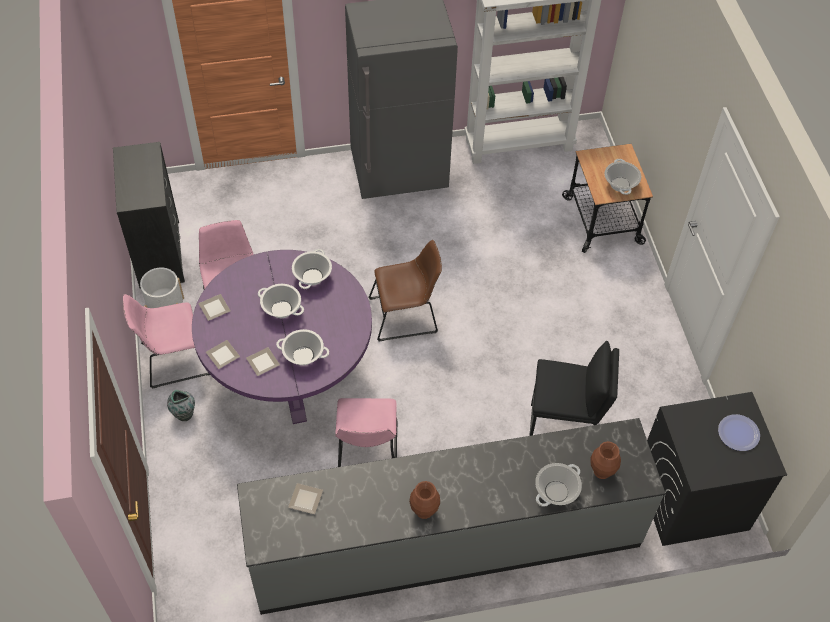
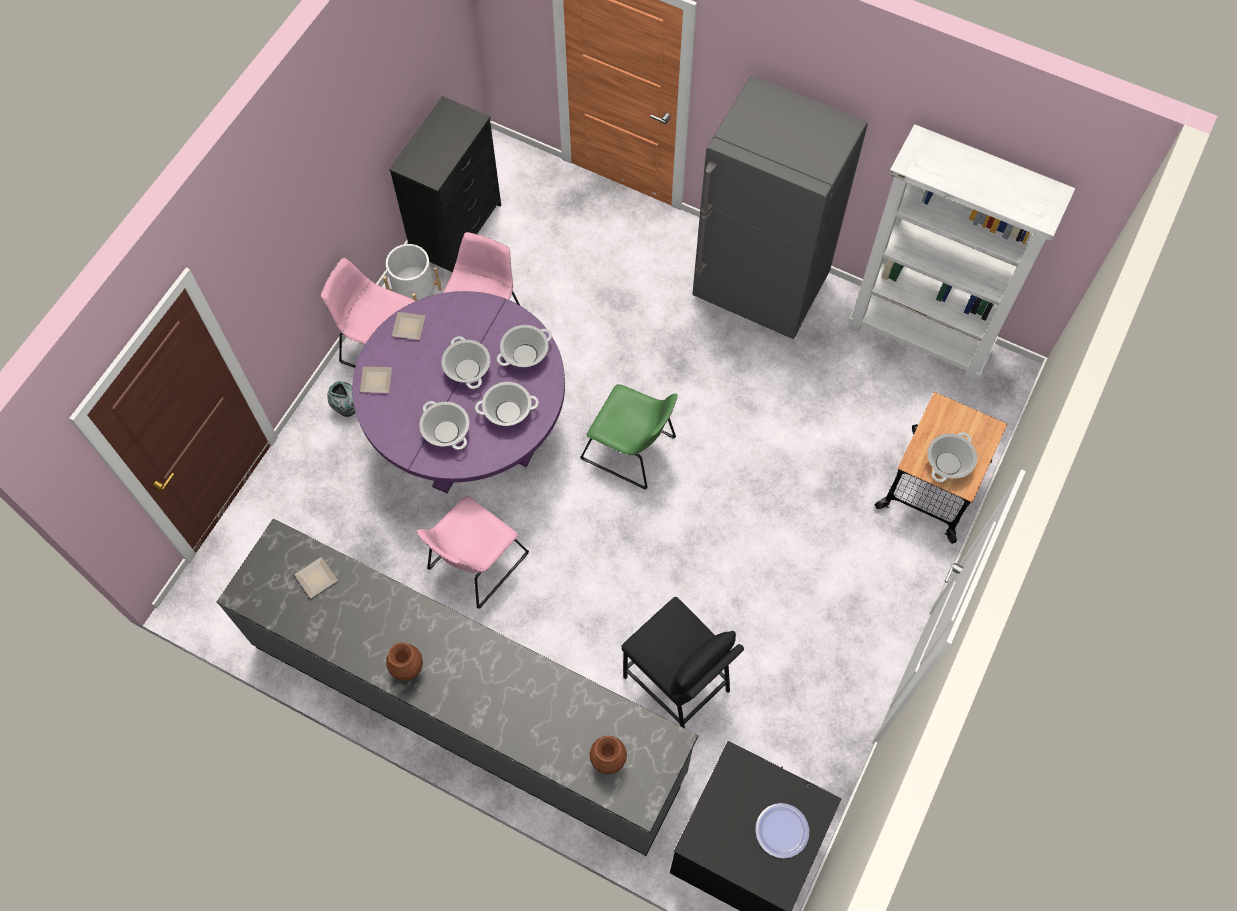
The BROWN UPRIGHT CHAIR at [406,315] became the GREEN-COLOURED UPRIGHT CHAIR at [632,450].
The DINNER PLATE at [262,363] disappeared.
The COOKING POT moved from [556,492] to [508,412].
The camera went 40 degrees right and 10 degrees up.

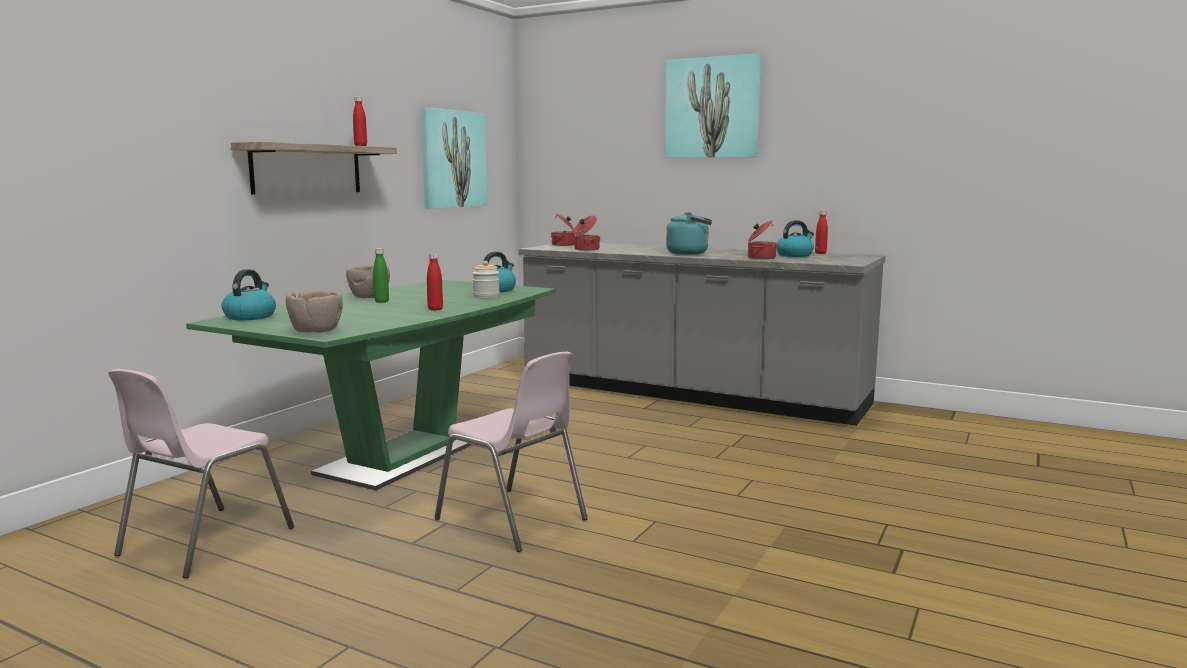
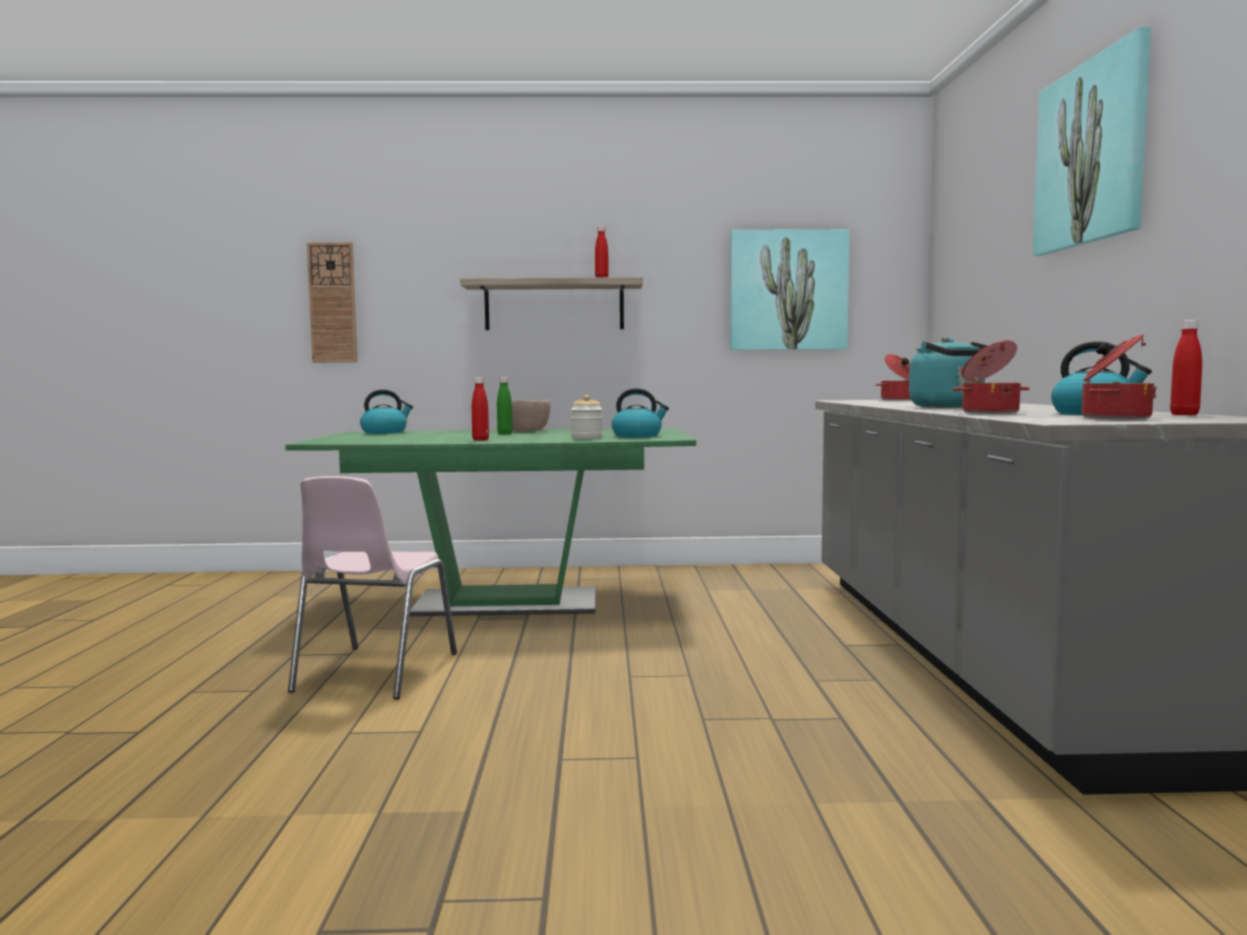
The COOKING POT moved from [586,249] to [1113,418].
The BROWN SERVING BOWL at [316,331] disappeared.
The PINK UPRIGHT CHAIR at [203,542] disappeared.
The WALL CLOCK at [332,303] appeared.
The camera went 60 degrees right and 5 degrees down.

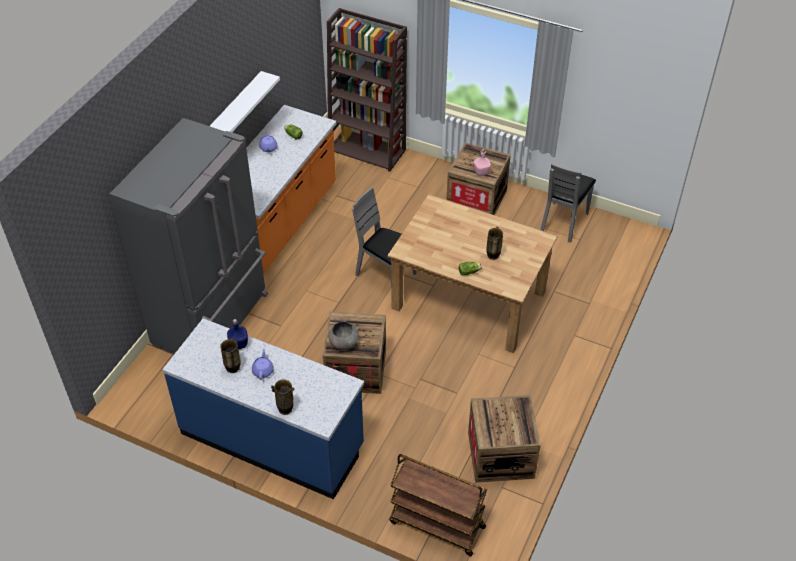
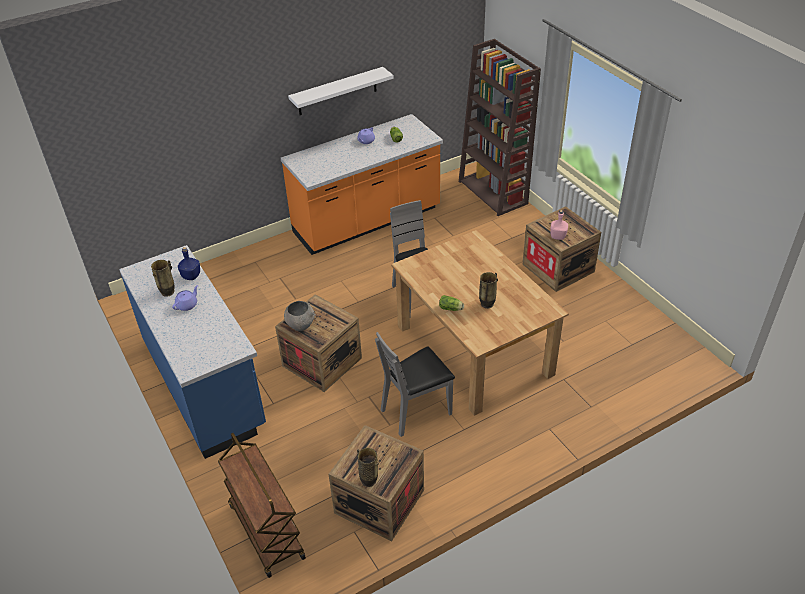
The GREY REFRIGERATOR at [213,320] disappeared.
The GREY UPRIGHT CHAIR moved from [563,222] to [416,411].
The FLOWER VASE moved from [285,409] to [369,480].
The camera went 35 degrees right and 5 degrees down.

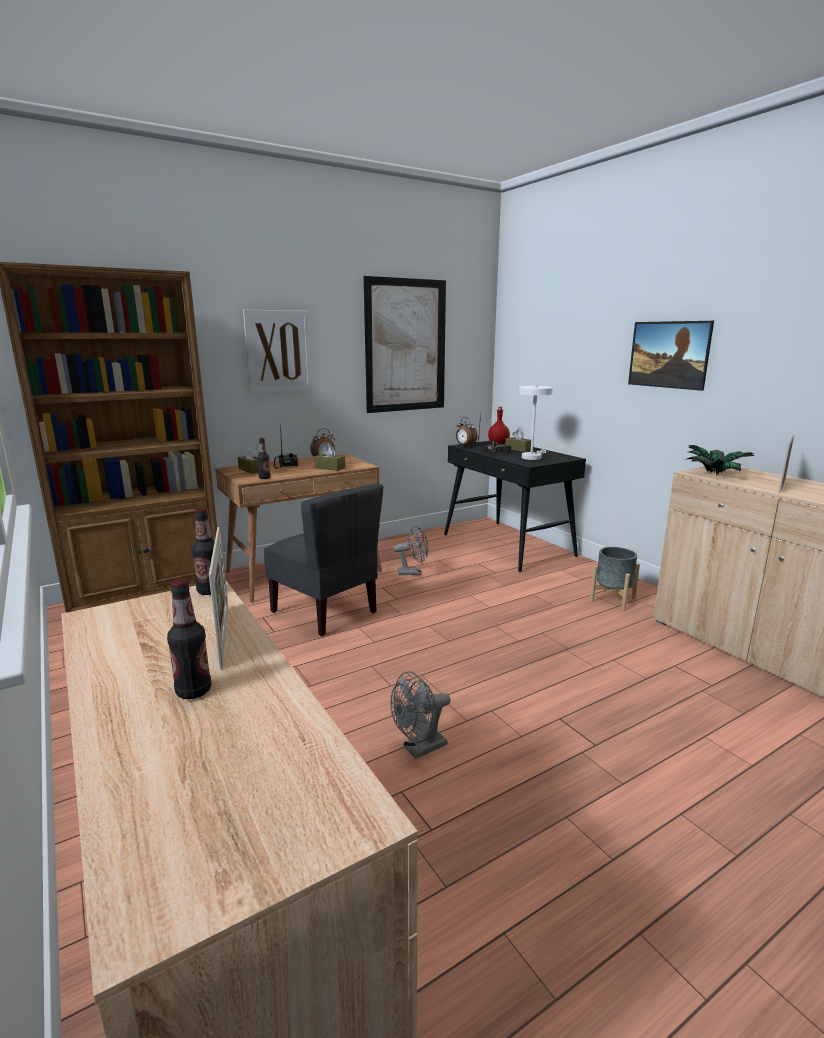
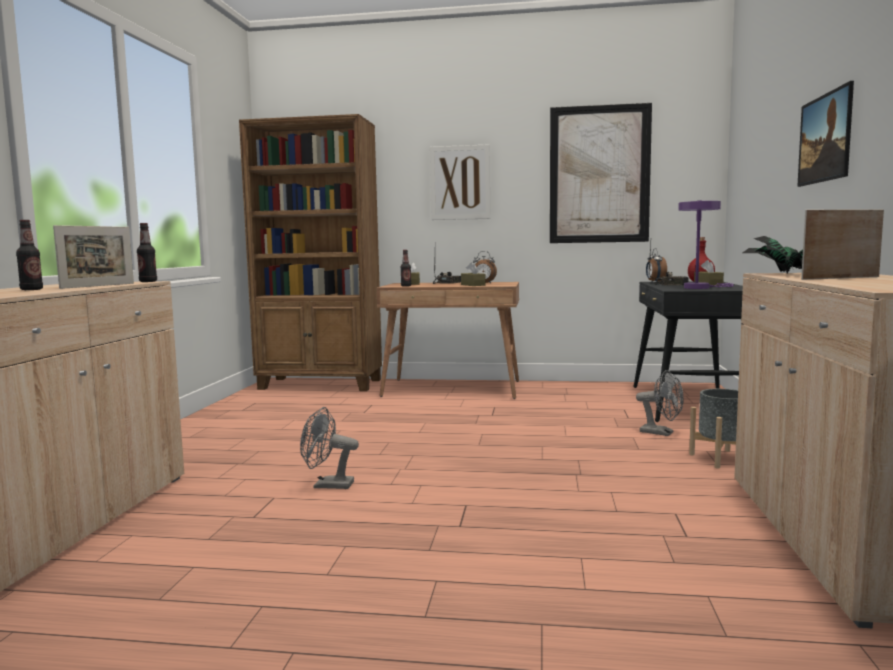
The WHITISH TABLETOP LAMP at [532,457] became the PURPLE-COLOURED TABLETOP LAMP at [700,287].
The GREY UPRIGHT CHAIR at [325,611] disappeared.
The GREY ELECTRIC FAN moved from [413,572] to [661,433].
The camera went 40 degrees right and 10 degrees down.

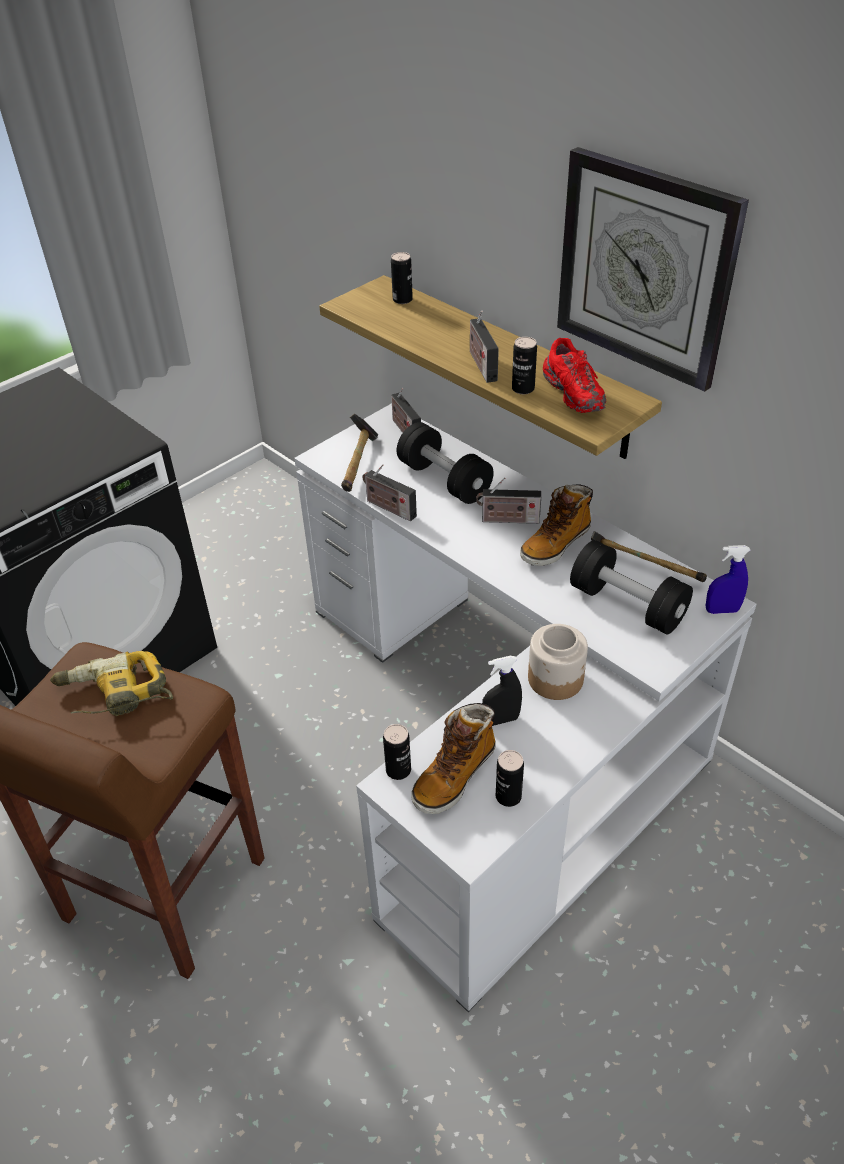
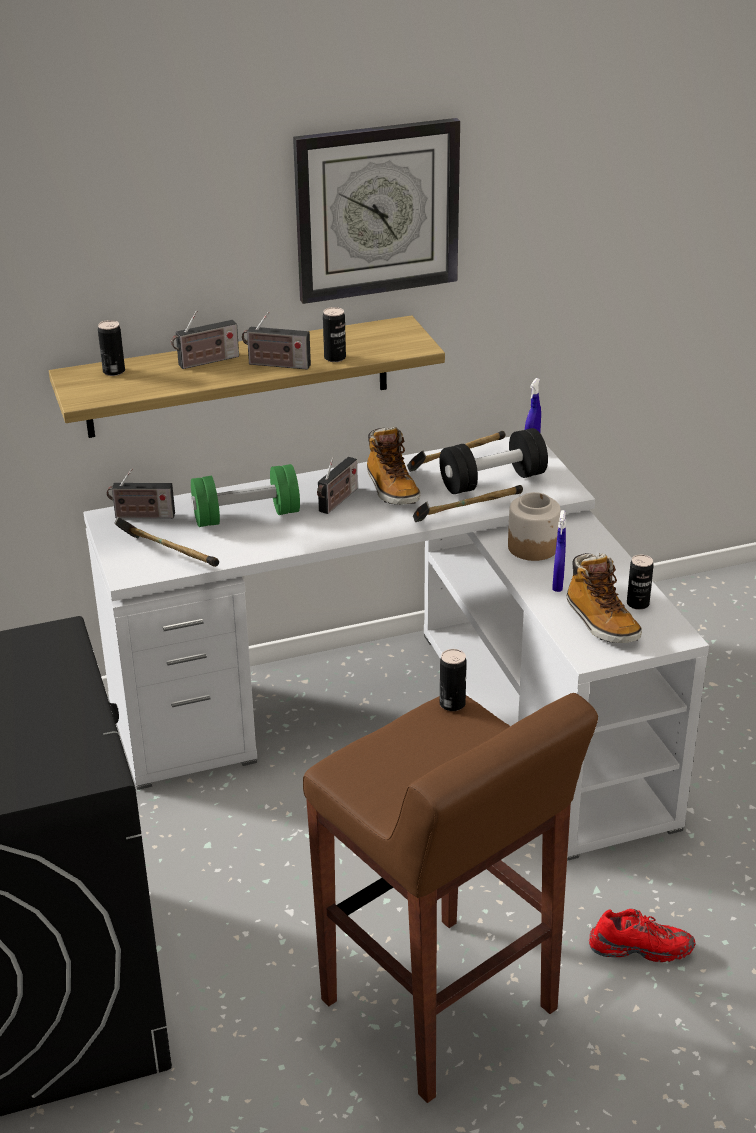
The REDDISH ITEM OF FOOTWEAR moved from [573,394] to [639,949].
The BLACKISH HAND WEIGHT at [444,480] became the GREEN-COLOURED HAND WEIGHT at [246,516].
The RADIO RECEIVER moved from [388,508] to [206,362].
The DRILL at [114,695] disappeared.
The BLACKISH SPRAYER at [501,720] became the BLUE SPRAYER at [558,584].
The CAN moved from [398,770] to [452,704].
The HAMMER at [465,514] appeared.
The camera went 65 degrees left and 10 degrees down.

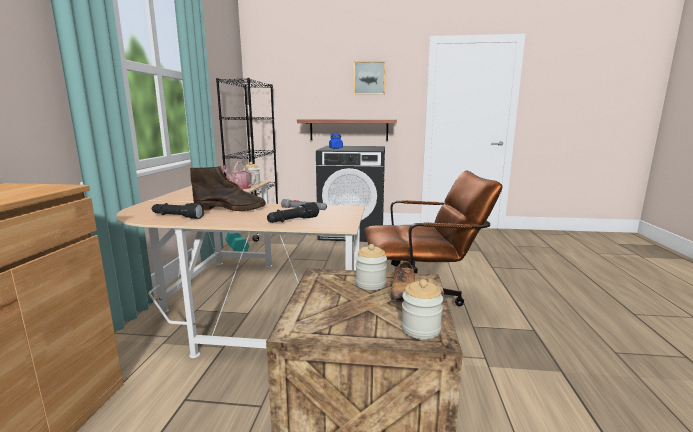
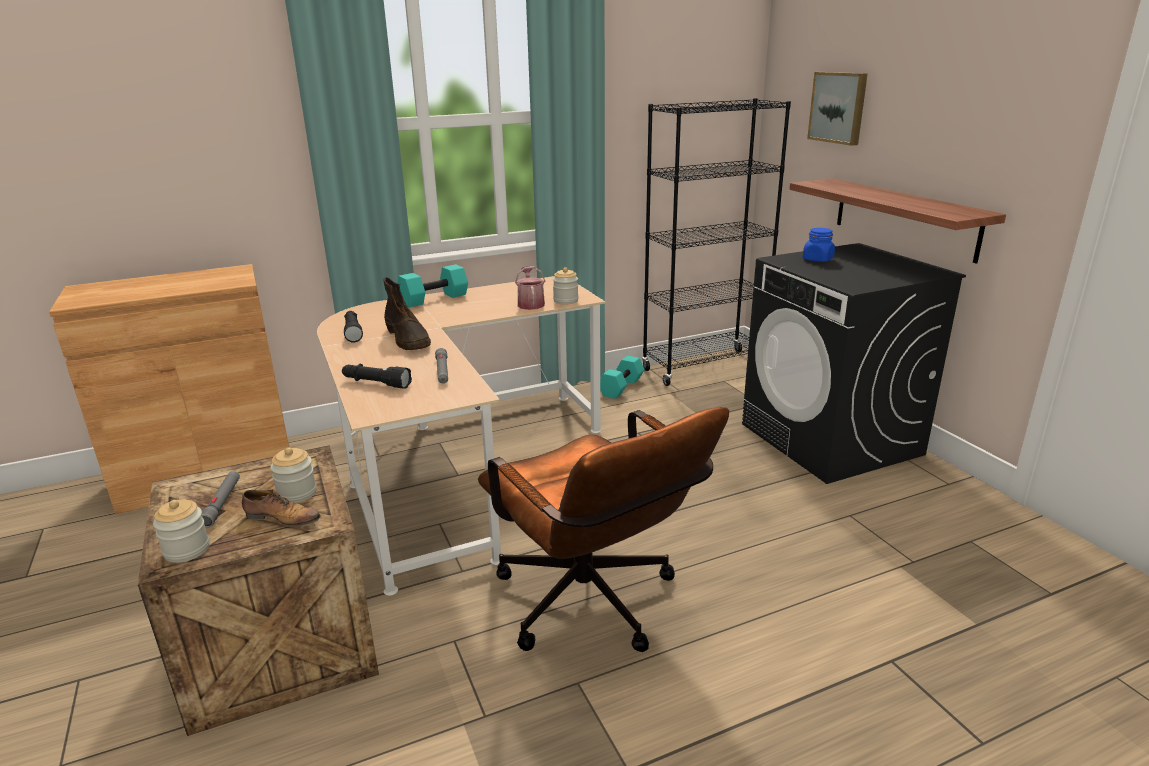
The PICTURE moved from [369,78] to [839,107].
The ITEM OF FOOTWEAR at [403,291] turned 150 degrees counterclockwise.
The TURQUOISE HAND WEIGHT at [434,299] appeared.
The GREY HAND TORCH at [222,503] appeared.
The camera went 60 degrees right and 10 degrees up.

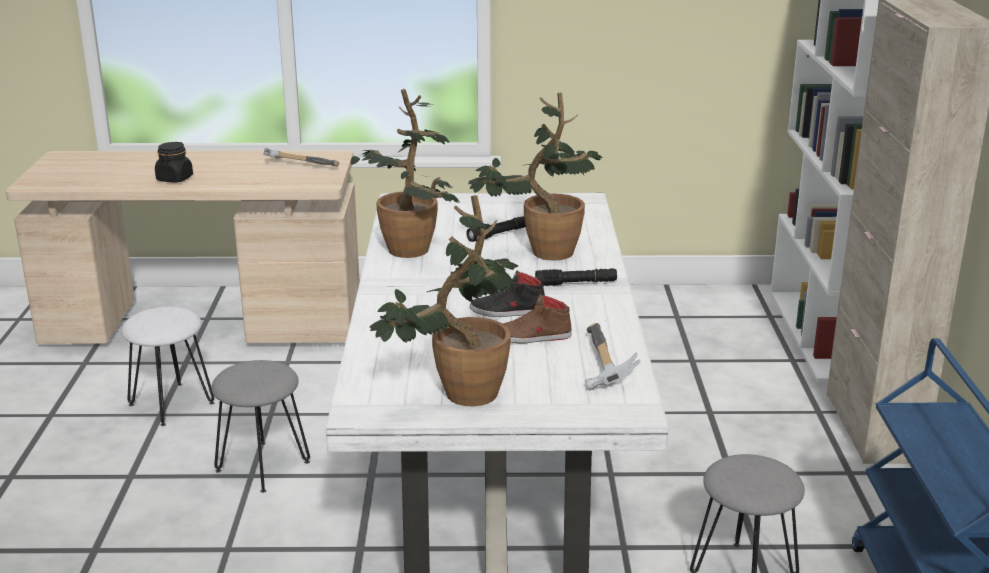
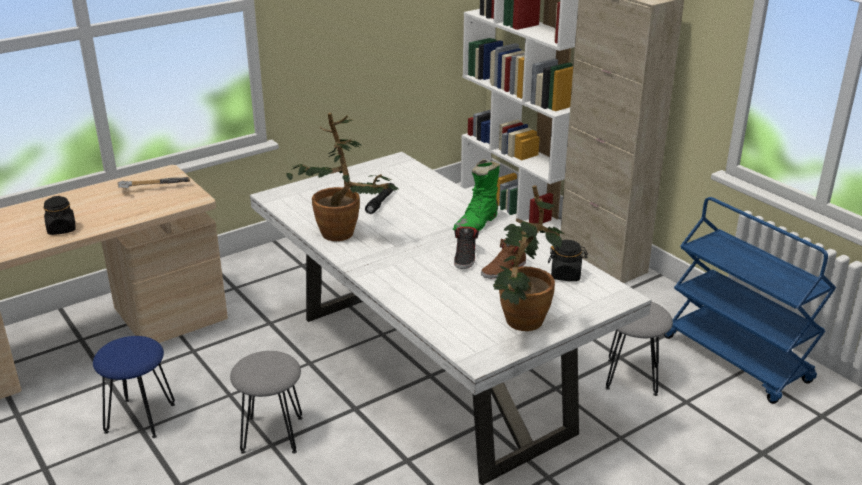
The POTTED PLANT at [541,252] disappeared.
The BLACKISH HAND TORCH at [576,283] was replaced by the GREEN-COLOURED BOOT at [477,224].
The BLACKISH ITEM OF FOOTWEAR at [508,311] turned 45 degrees counterclockwise.
The WHITISH STOOL at [170,404] became the BLUE STOOL at [140,418].
The HAMMER at [599,365] was replaced by the BLACKISH PRESERVE JAR at [566,275].
The camera went 35 degrees left and 5 degrees up.

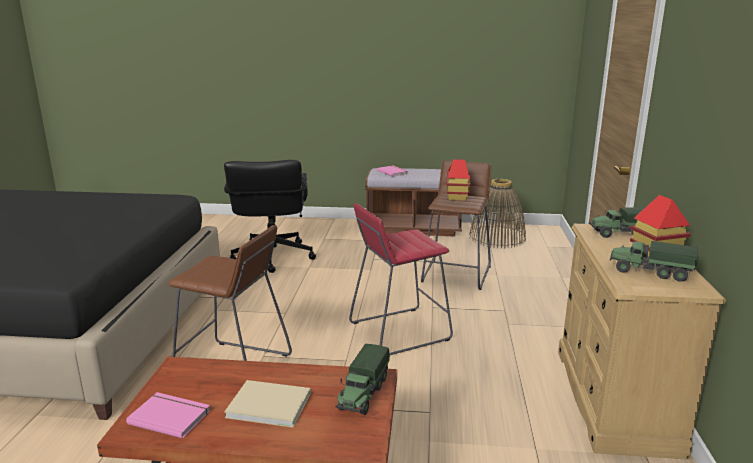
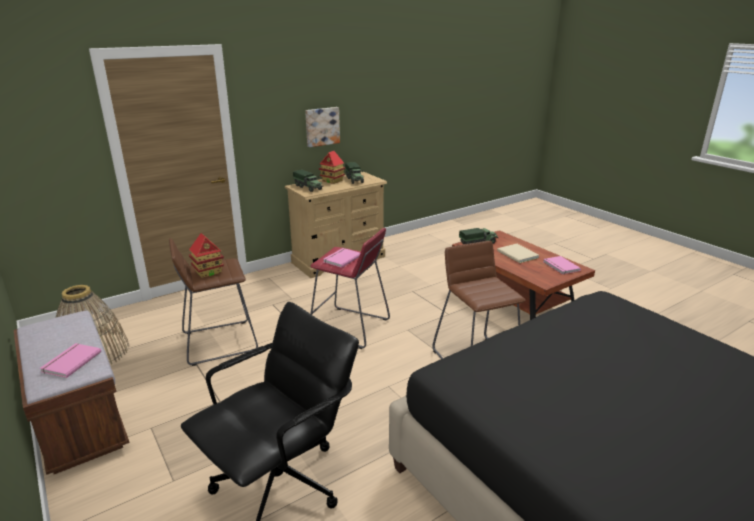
The PICTURE at [322,126] appeared.
The PINK BOOK at [341,259] appeared.
The camera went 130 degrees left and 5 degrees up.

